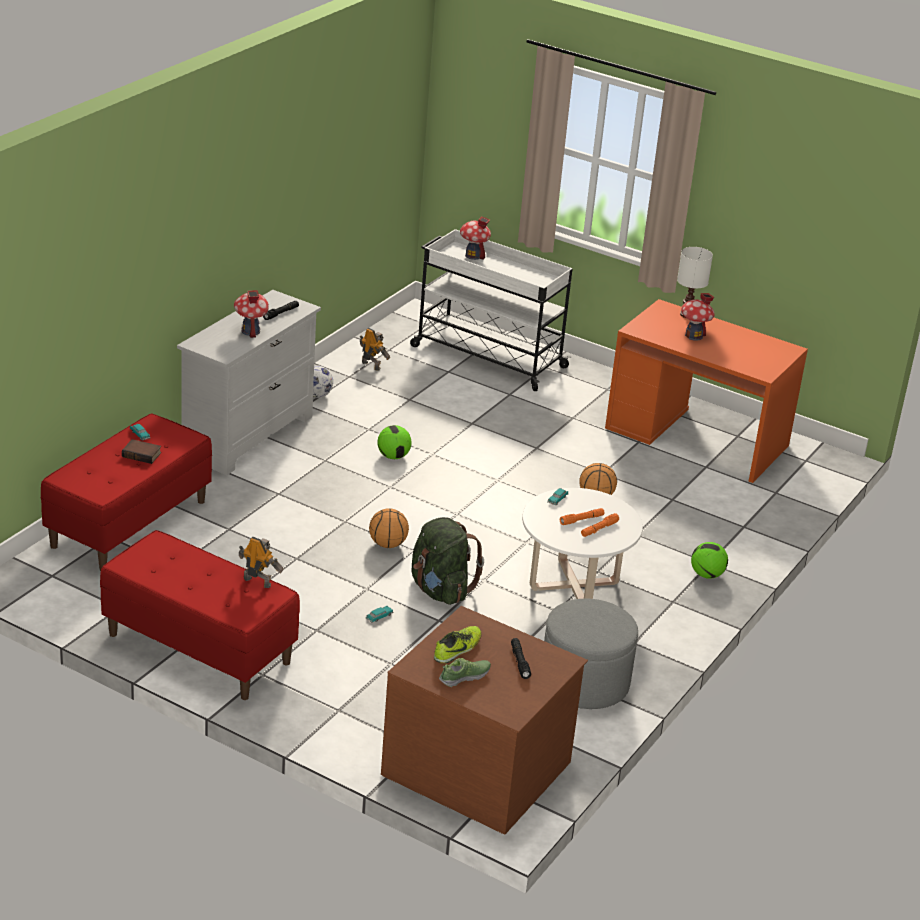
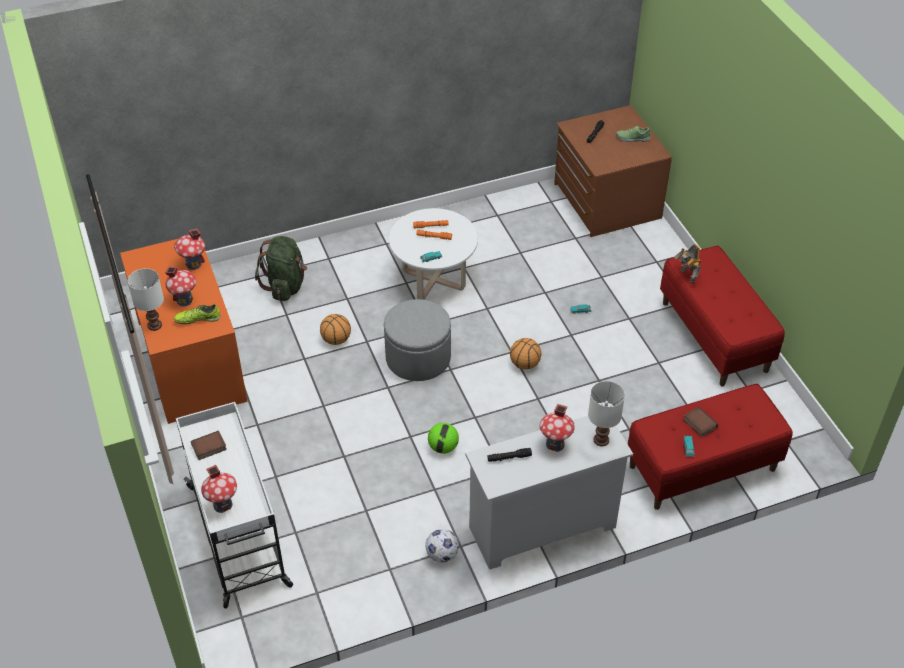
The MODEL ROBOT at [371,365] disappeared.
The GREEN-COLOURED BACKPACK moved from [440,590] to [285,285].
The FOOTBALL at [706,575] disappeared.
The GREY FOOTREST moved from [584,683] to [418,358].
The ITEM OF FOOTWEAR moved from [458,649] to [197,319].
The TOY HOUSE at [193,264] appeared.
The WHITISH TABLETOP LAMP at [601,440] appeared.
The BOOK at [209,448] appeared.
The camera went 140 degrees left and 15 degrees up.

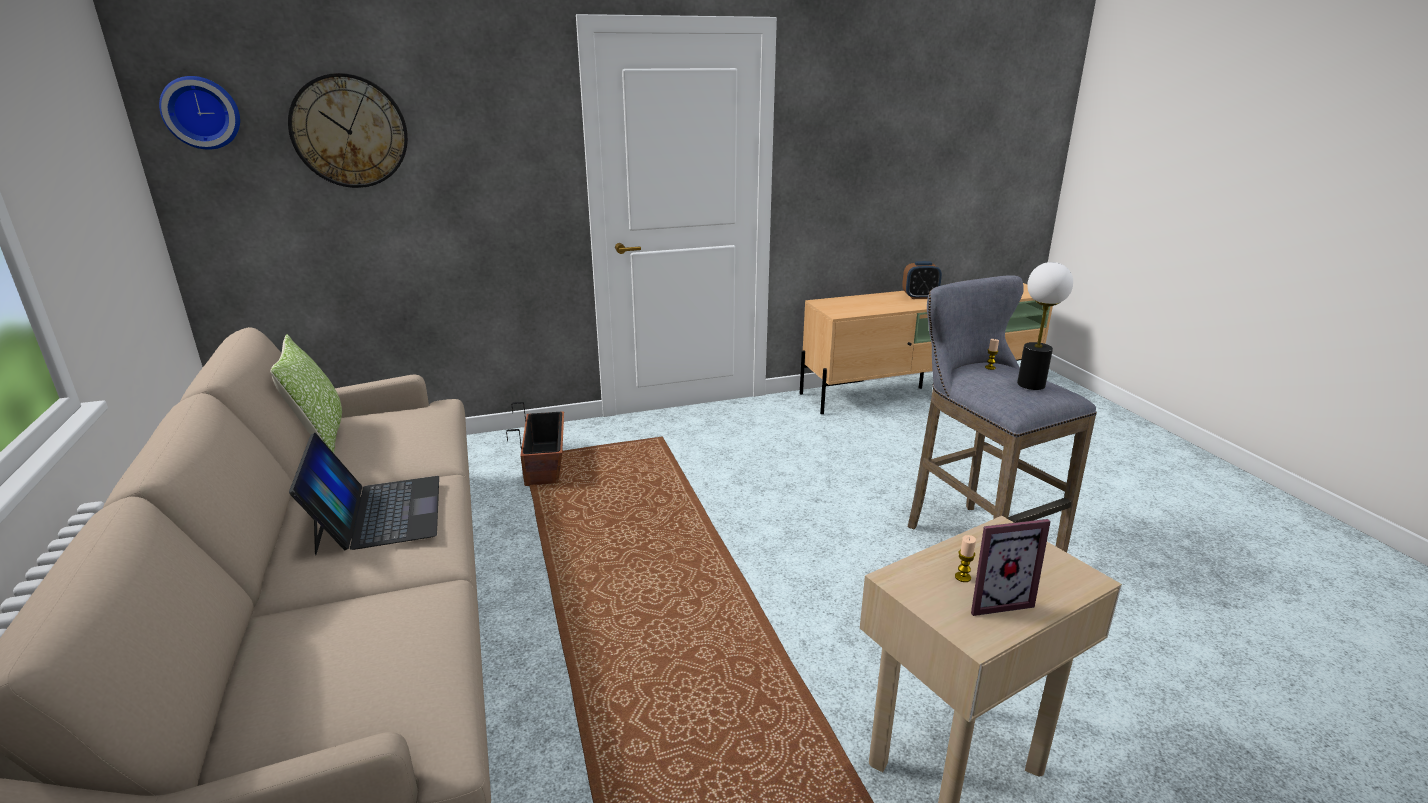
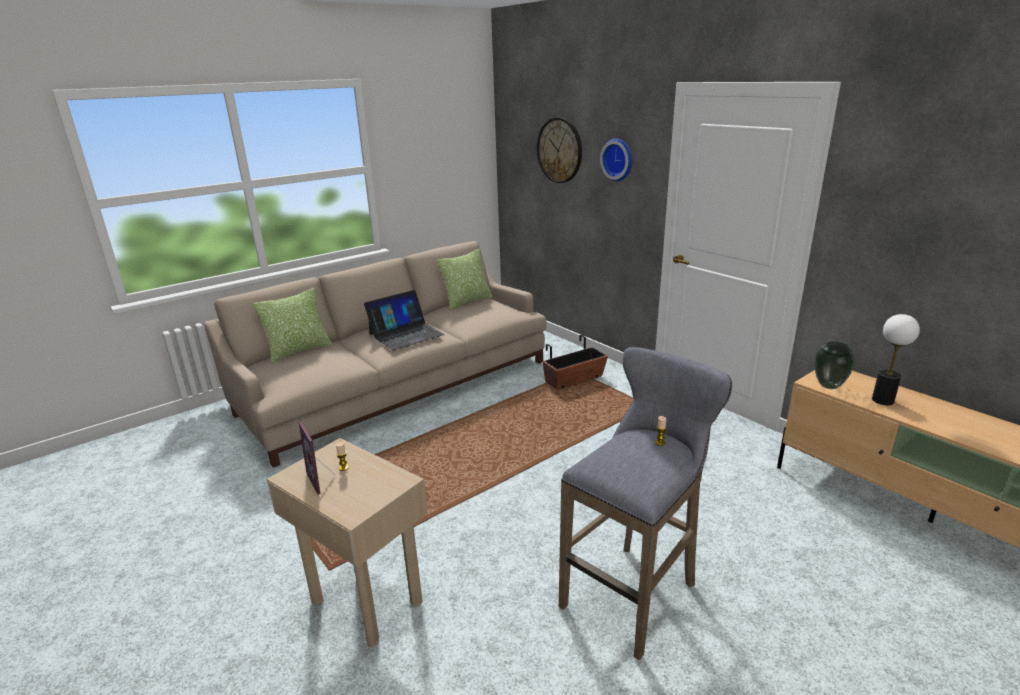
The WALL CLOCK moved from [202,112] to [618,159].
The TABLE CLOCK at [919,297] disappeared.
The TABLETOP LAMP moved from [1030,384] to [883,400].
The CUSHION at [299,350] appeared.
The FLOWER VASE at [828,385] appeared.
The camera went 70 degrees right and 0 degrees up.

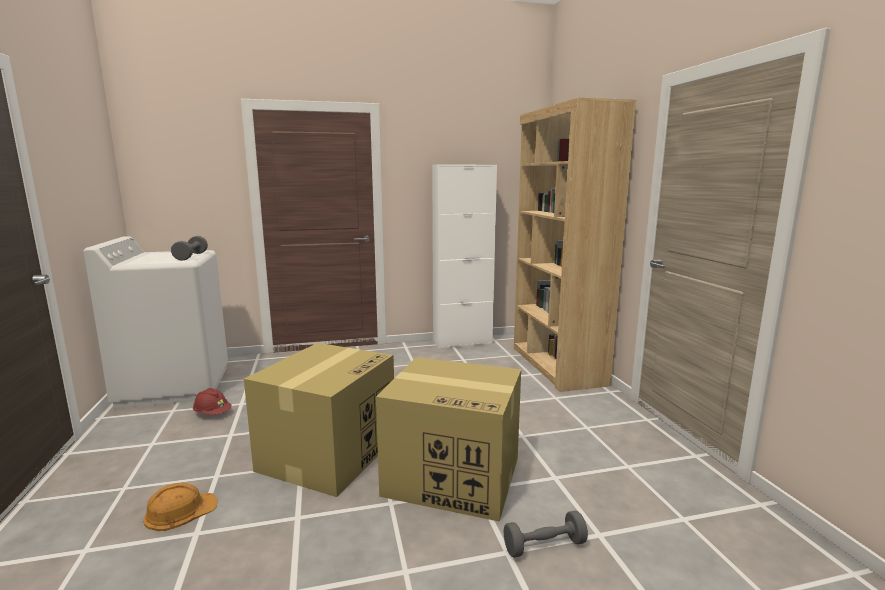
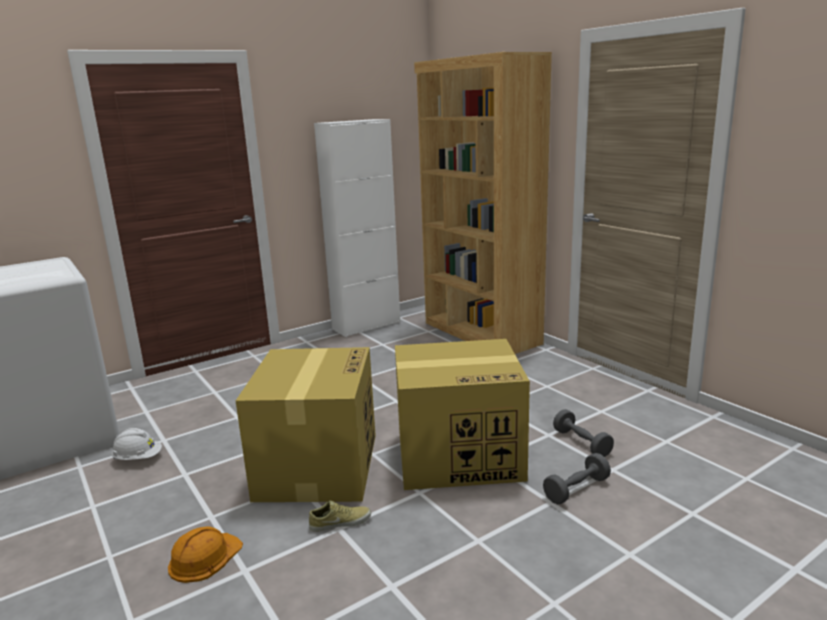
The GREY HAND WEIGHT moved from [191,256] to [581,443].
The REDDISH WORK HELMET at [212,414] became the WHITISH WORK HELMET at [138,458].
The BEIGE ITEM OF FOOTWEAR at [340,522] appeared.
The camera went 20 degrees left and 5 degrees up.

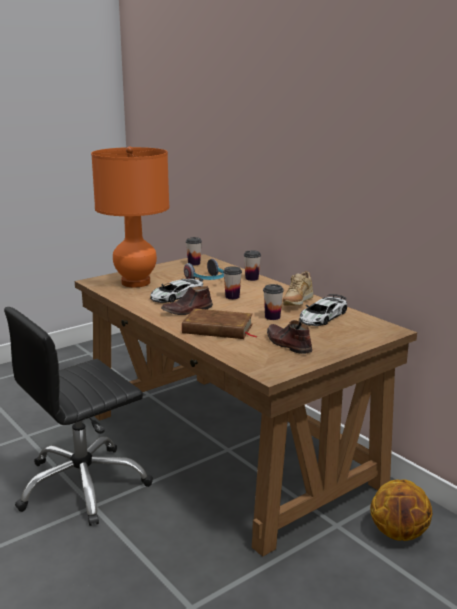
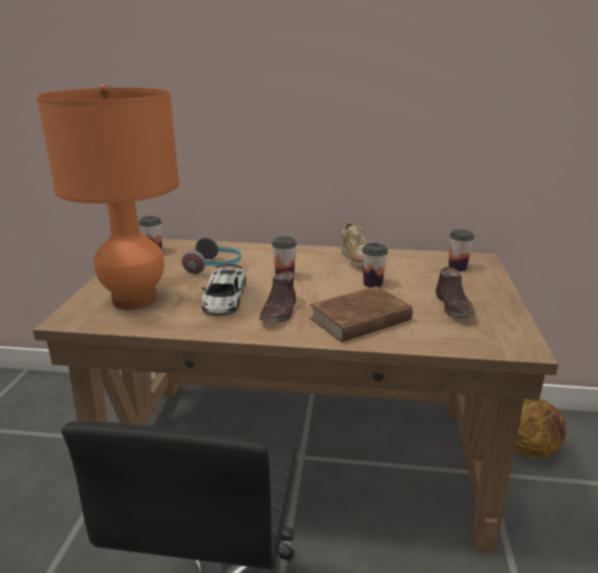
The DRINKING CUP moved from [252,278] to [457,267].
The MINIATURE CAR at [322,317] disappeared.
The BROWN ITEM OF FOOTWEAR at [287,344] turned 105 degrees counterclockwise.
The camera went 45 degrees left and 5 degrees up.

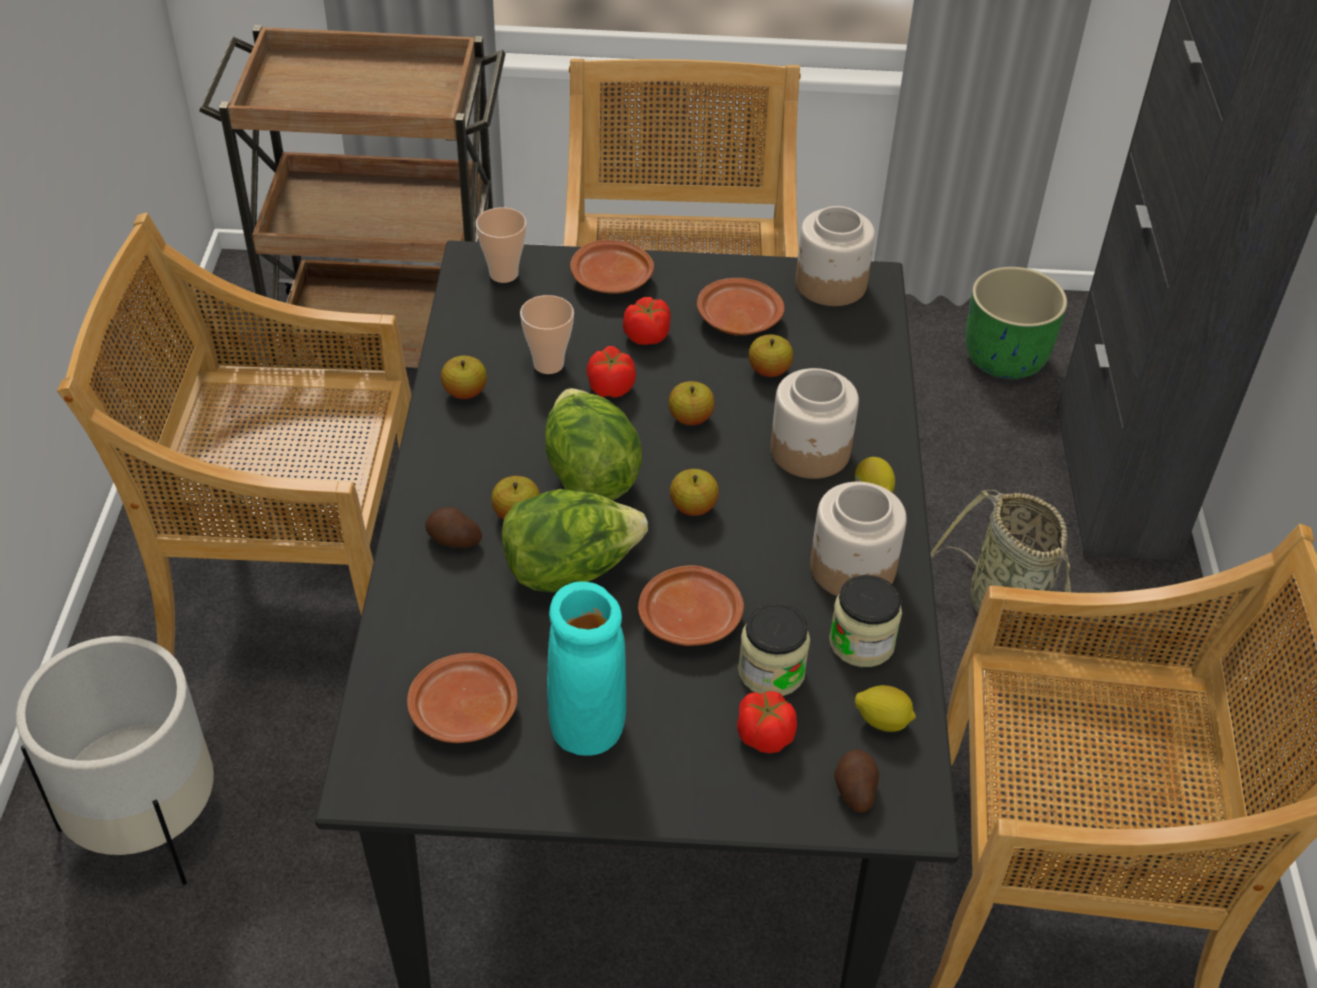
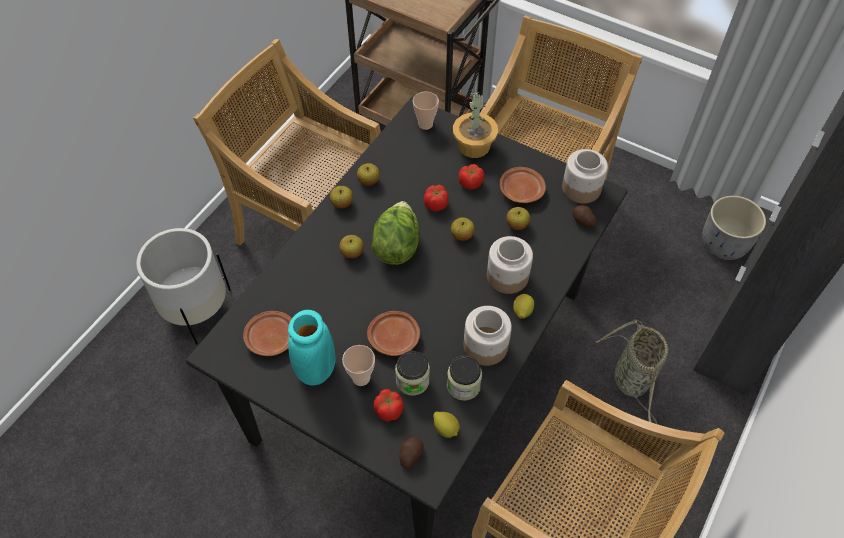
The BROWN DINNER PLATE at [612,280] was replaced by the POTTED PLANT at [474,146].
The GREEN-COLOURED PLANT POT at [1005,359] became the GREY PLANT POT at [724,244].
The DRINKING CUP moved from [548,364] to [361,378].
The APPLE moved from [693,507] to [342,203].
The HEAD OF LETTUCE at [570,570] disappeared.
The WHOLE POTATO moved from [453,540] to [582,221].
The camera went 30 degrees right and 10 degrees up.

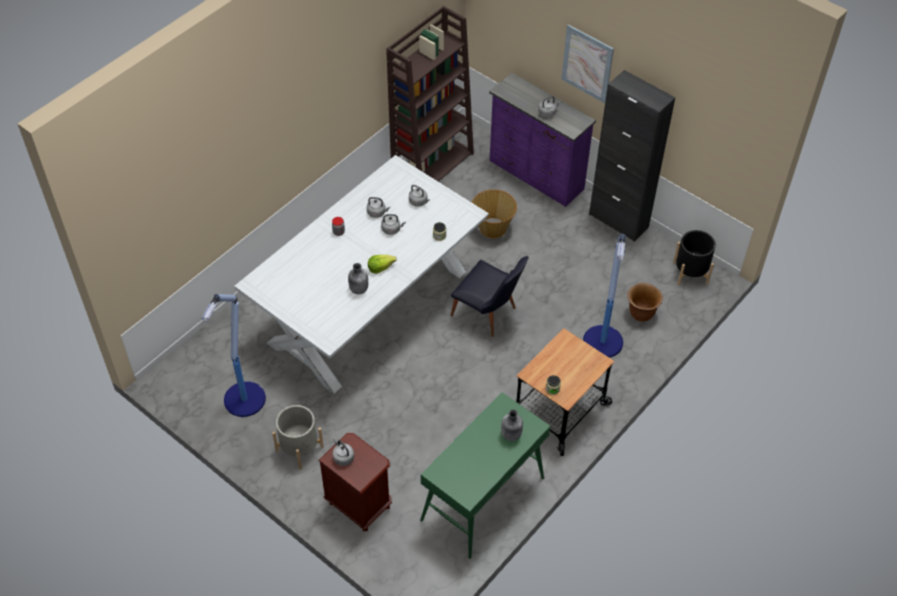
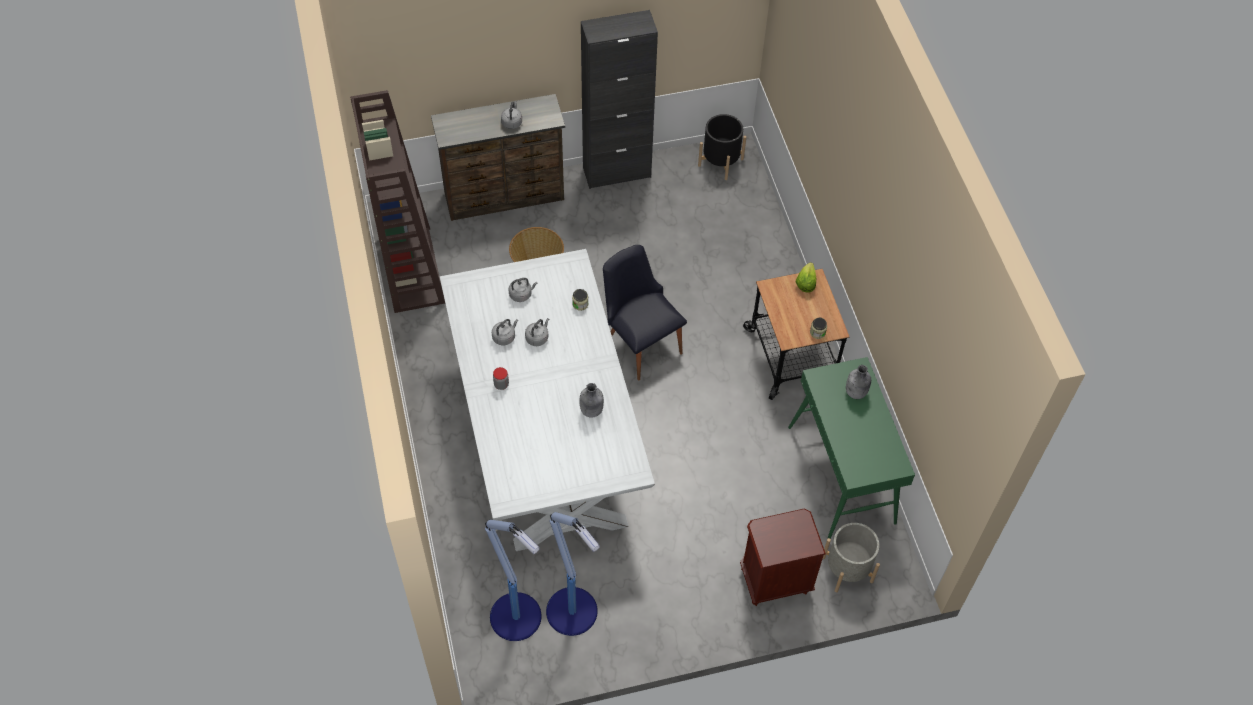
The PICTURE at [587,63] disappeared.
The PURPLE-COLOURED CHEST OF DRAWERS at [536,176] became the BROWN CHEST OF DRAWERS at [505,197].
The STANDING LAMP moved from [603,343] to [517,618].
The HEAD OF LETTUCE moved from [380,267] to [805,283].
The BLACKISH UPRIGHT CHAIR at [488,315] turned 105 degrees counterclockwise.
The BROWN PLANT POT at [641,313] disappeared.
The GREY PLANT POT moved from [299,449] to [847,569].
The GREY KETTLE at [343,457] disappeared.
The camera went 55 degrees left and 5 degrees up.

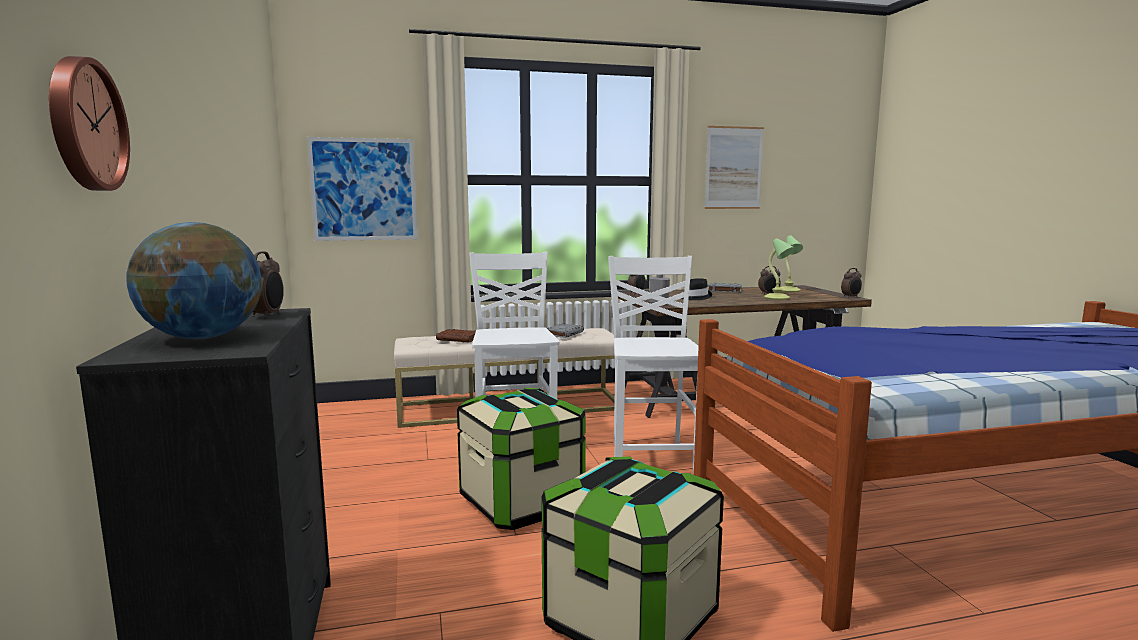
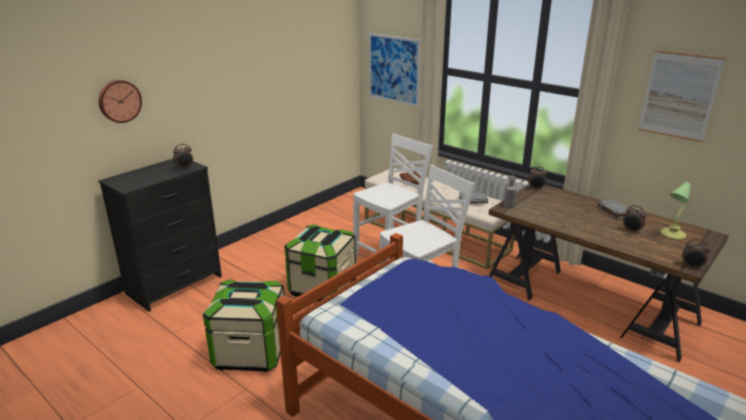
The DESK GLOBE at [203,338] disappeared.
The TABLETOP LAMP at [777,298] disappeared.
The BLACKISH WEARABLE HAT at [694,297] disappeared.
The camera went 55 degrees right and 15 degrees up.

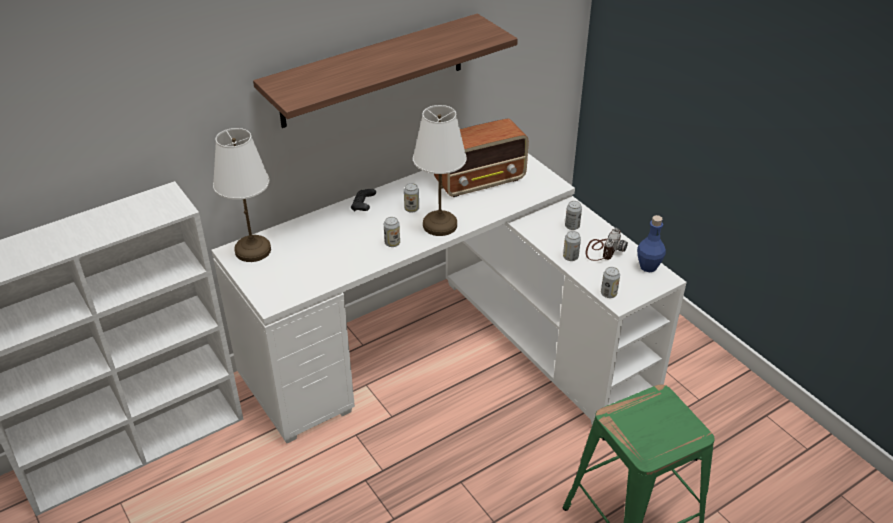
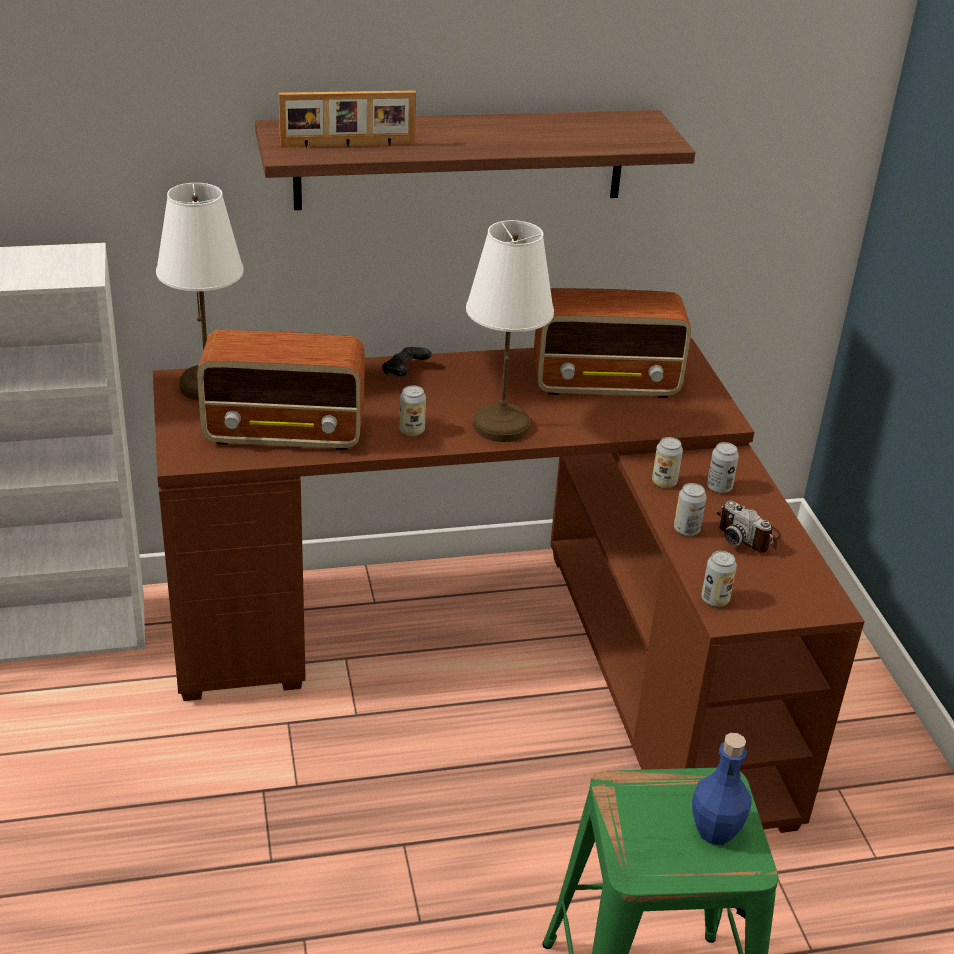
The WHITISH DESK UNIT at [451,349] became the BROWN DESK UNIT at [503,650].
The CAN moved from [411,209] to [664,482].
The BLUE BEVERAGE BOTTLE moved from [648,266] to [715,831].
The PHOTO CAMERA at [603,250] turned 90 degrees clockwise.
The PICTURE FRAME at [348,145] appeared.
The RADIO RECEIVER at [286,433] appeared.
The camera went 20 degrees right and 5 degrees down.

